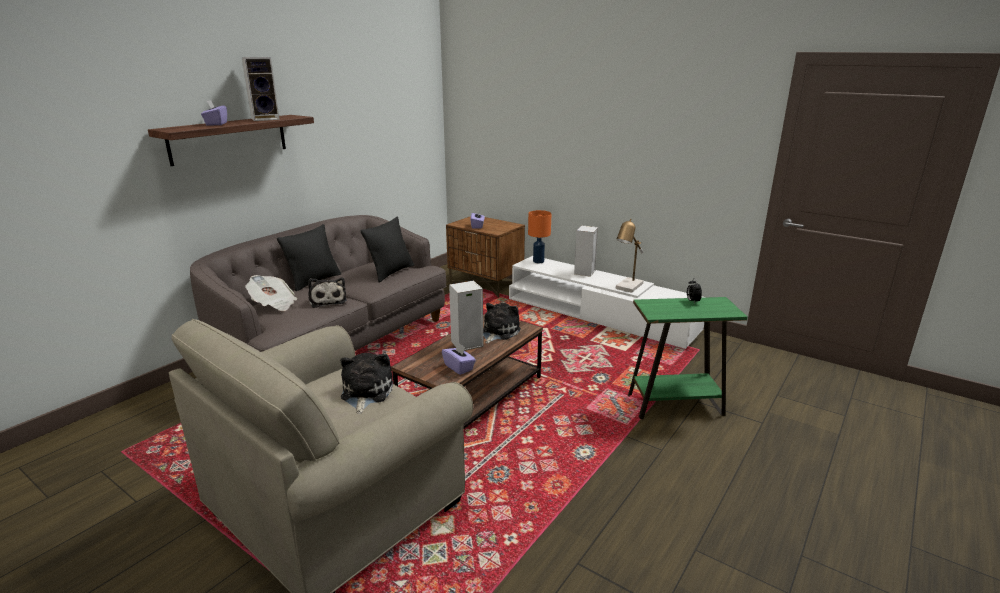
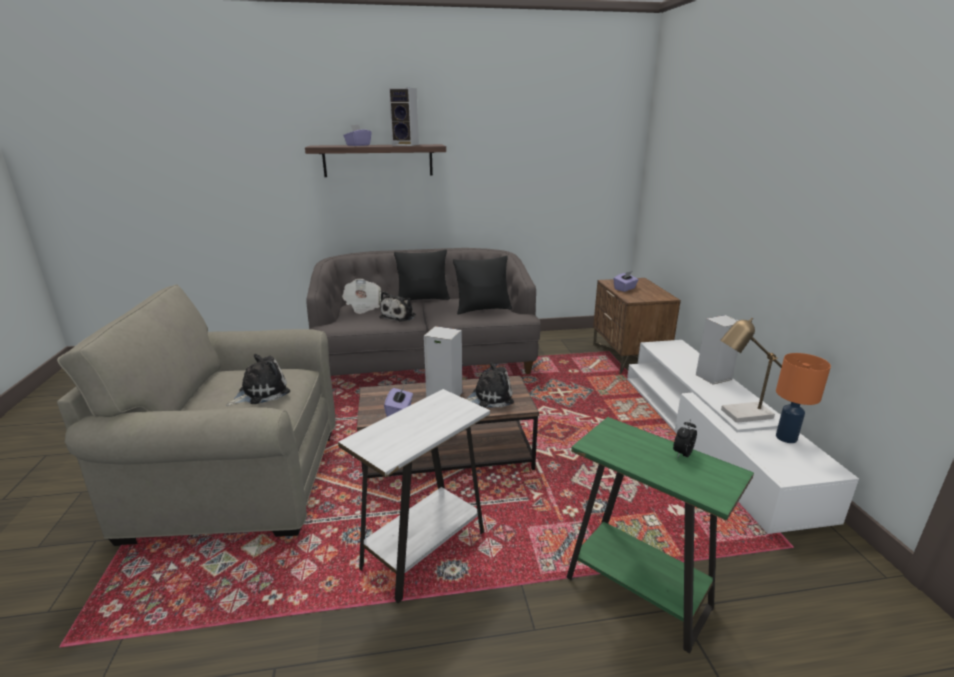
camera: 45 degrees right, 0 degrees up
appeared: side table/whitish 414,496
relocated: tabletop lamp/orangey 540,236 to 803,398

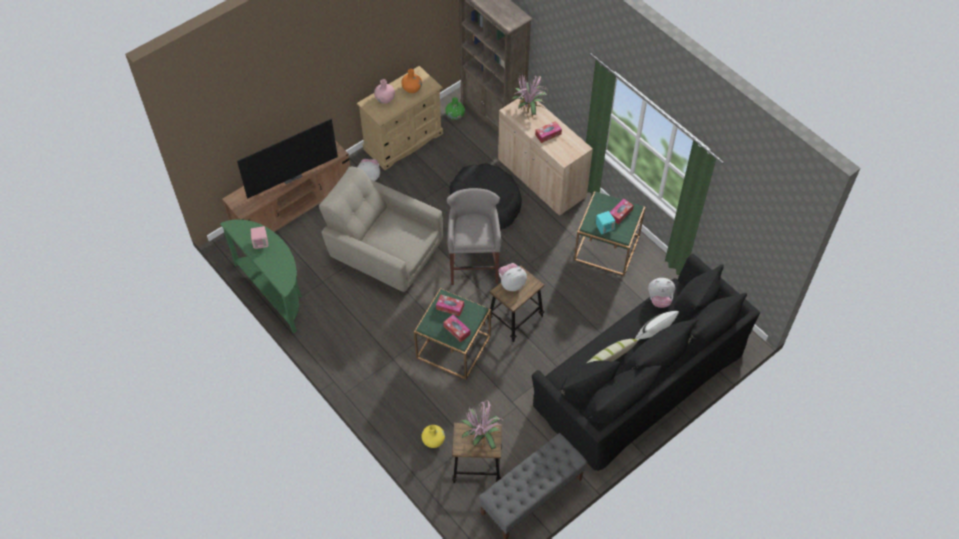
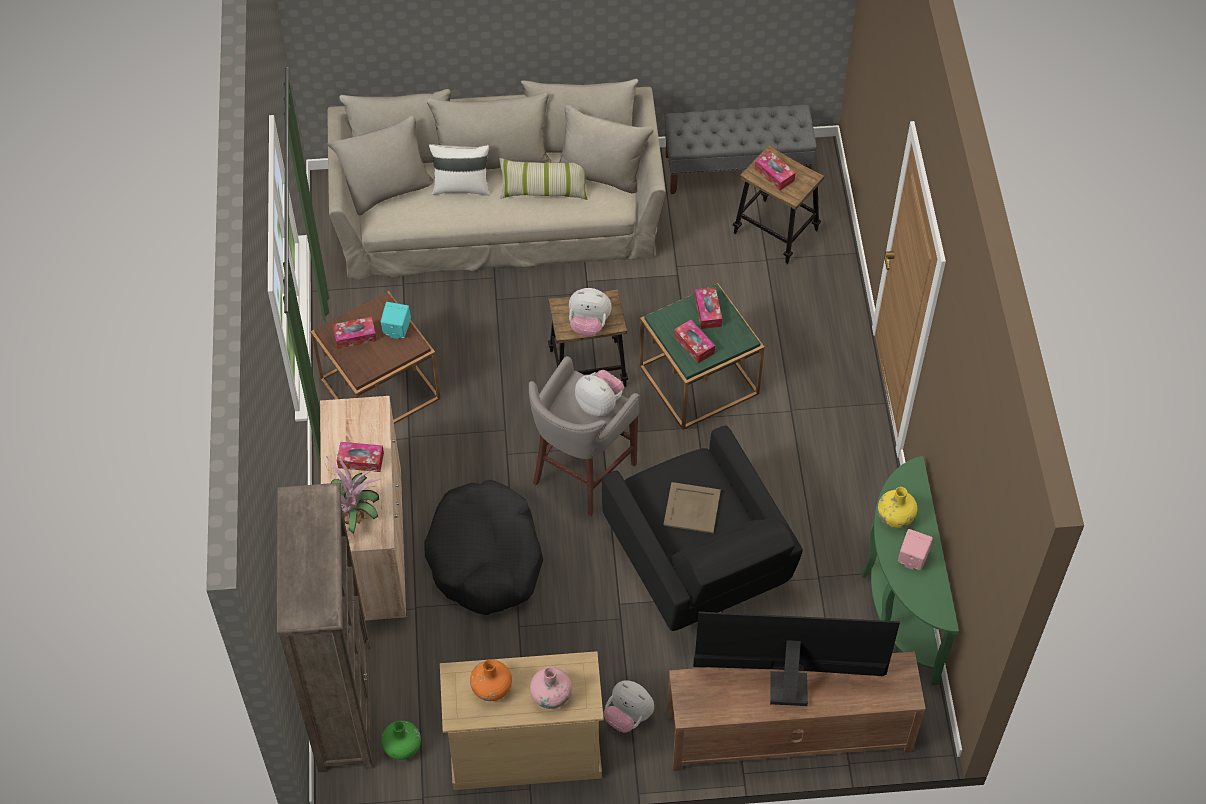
camera: 145 degrees left, 0 degrees up
appeared: serving tray/sand-coloured 692,507
relocated: flower vase/yellow 433,436 to 897,507; plush toy 661,293 to 599,393
exchanged: houseplant 483,426 to box of tissues 774,171
colour: armchair/sand-coloured 381,229 to armchair/black 702,528; couch/black 646,362 to couch/sand-coloured 496,179; side table/greenish 609,233 to side table/brownish 375,357

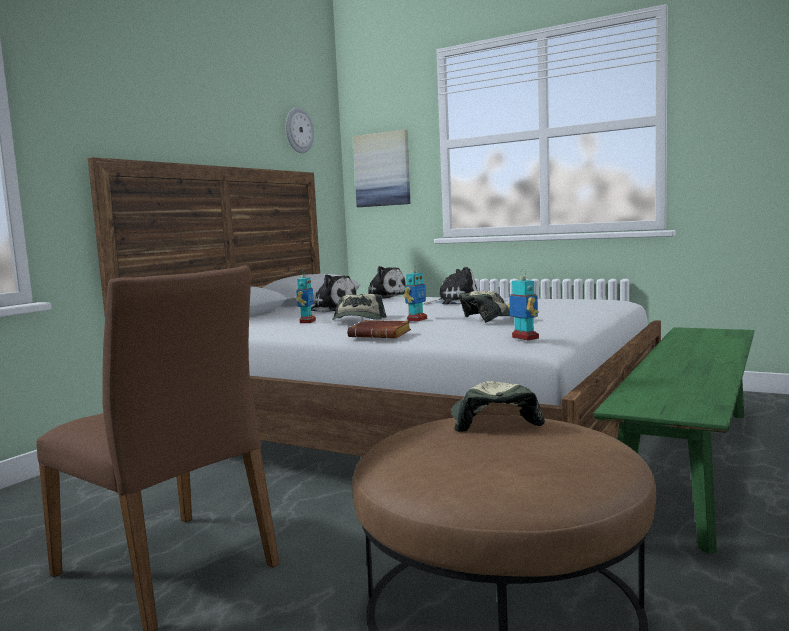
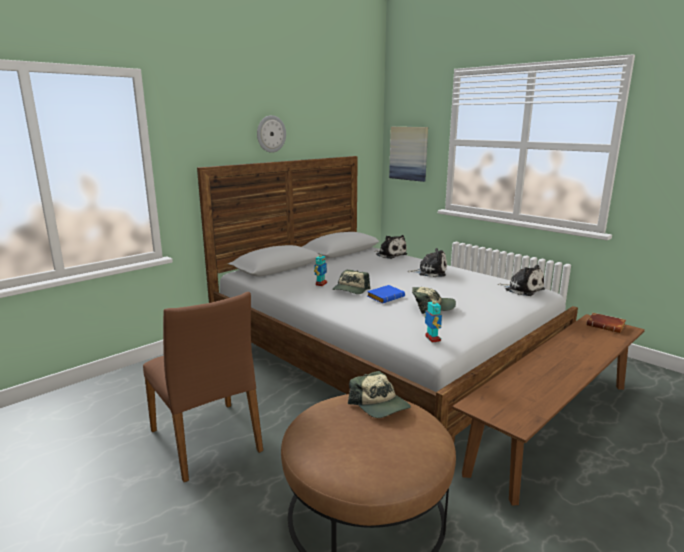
camera: 15 degrees right, 10 degrees up
relocated: hanging clock 300,130 to 271,134; plush toy 334,293 to 521,280; book/brownish 379,329 to 606,323
exchanged: robot figure 415,293 to book/blue-coloured 386,294
colour: indoor bench/greenish 674,440 to indoor bench/brownish 548,410
spun: baseball cap 498,406 = 379,394 135 degrees clockwise

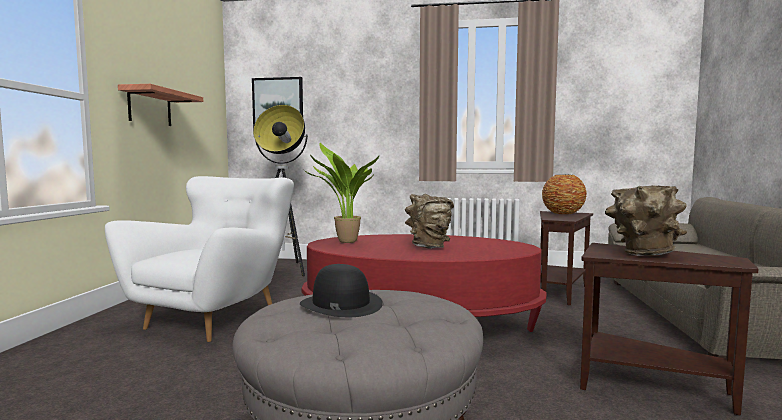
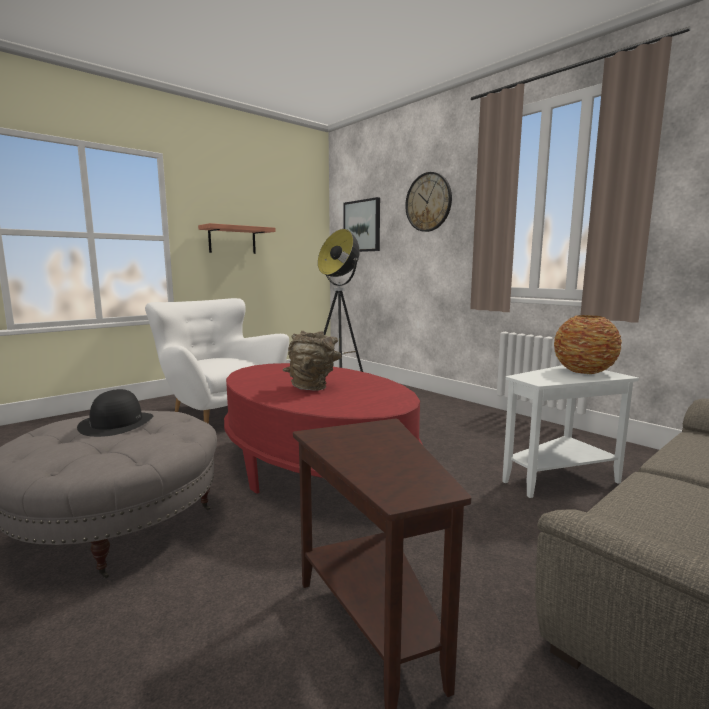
camera: 40 degrees right, 5 degrees up
missing: houseplant 341,193; flower vase/brownish 646,220
appeared: hanging clock 428,202
colour: side table/brownish 566,258 to side table/whitish 570,431
spun: armchair/whitish 199,259 = 217,361 105 degrees counterclockwise

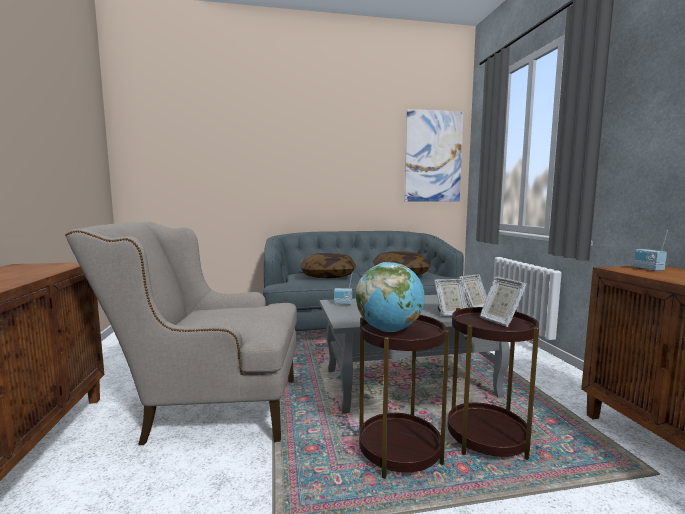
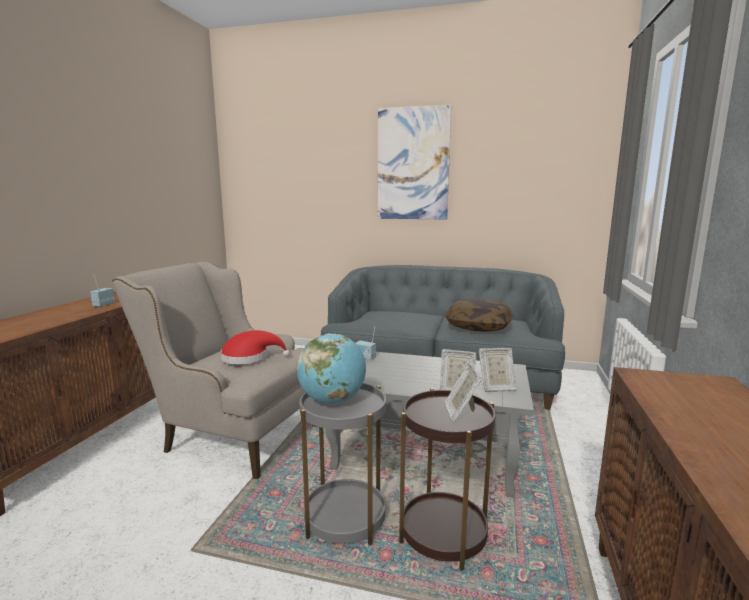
camera: 25 degrees right, 5 degrees up
missing: cushion 328,265
appeared: clothing hat/reddish 255,347
relocated: wall art 434,155 to 414,162; radio receiver 651,250 to 102,290
colour: side table/brownish 404,397 to side table/grey 342,464

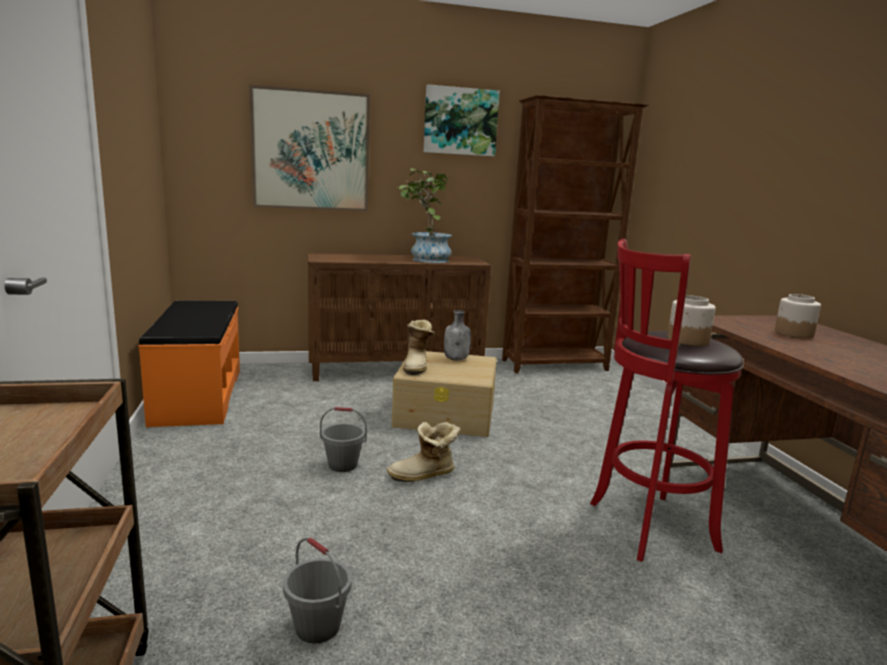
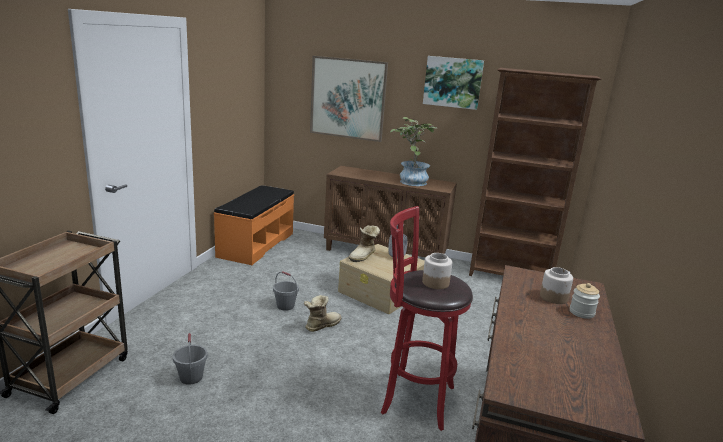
camera: 30 degrees right, 5 degrees up
appeared: preserve jar 585,301
spun: tall boot 423,452 = 323,313 120 degrees clockwise

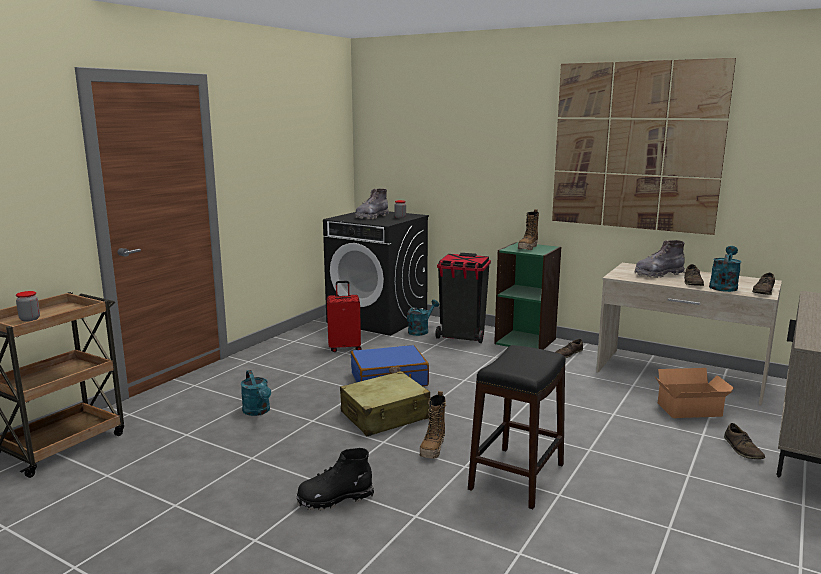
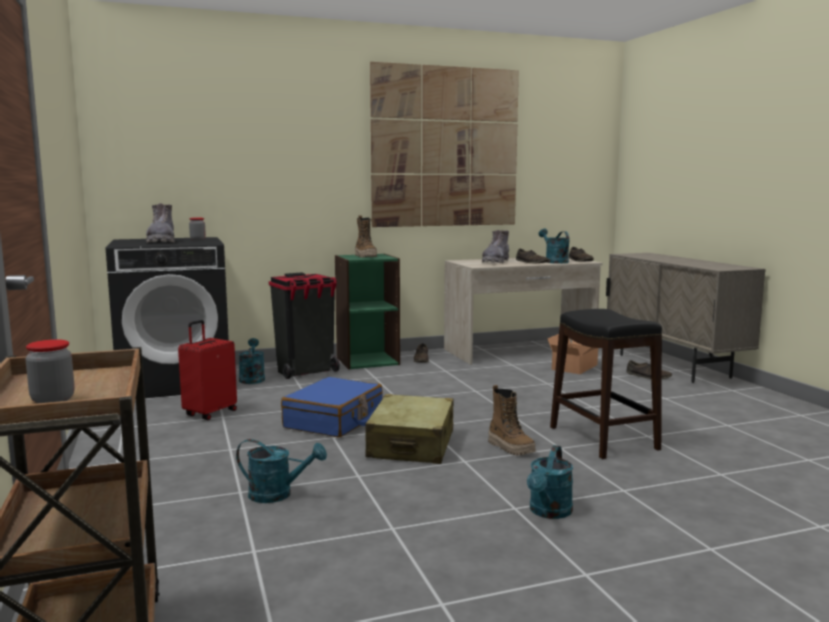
camera: 50 degrees left, 5 degrees down
exchanged: tall boot/black 335,479 to watering pot/turquoise 550,482

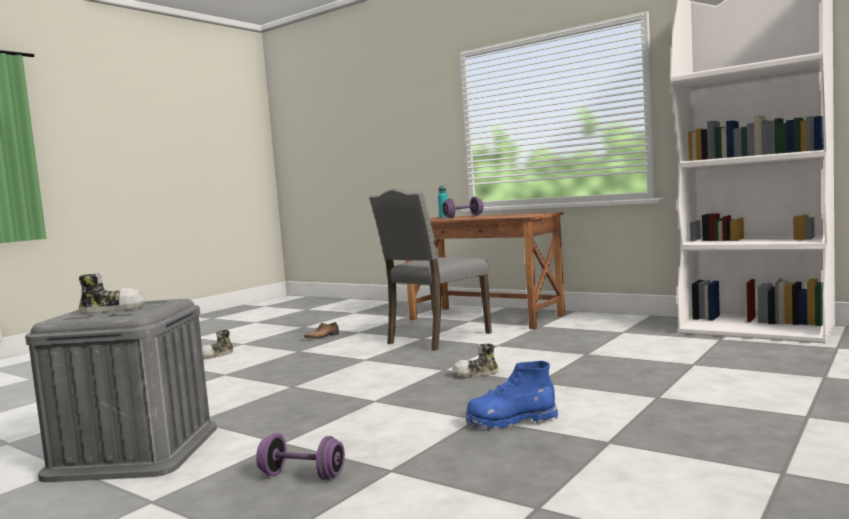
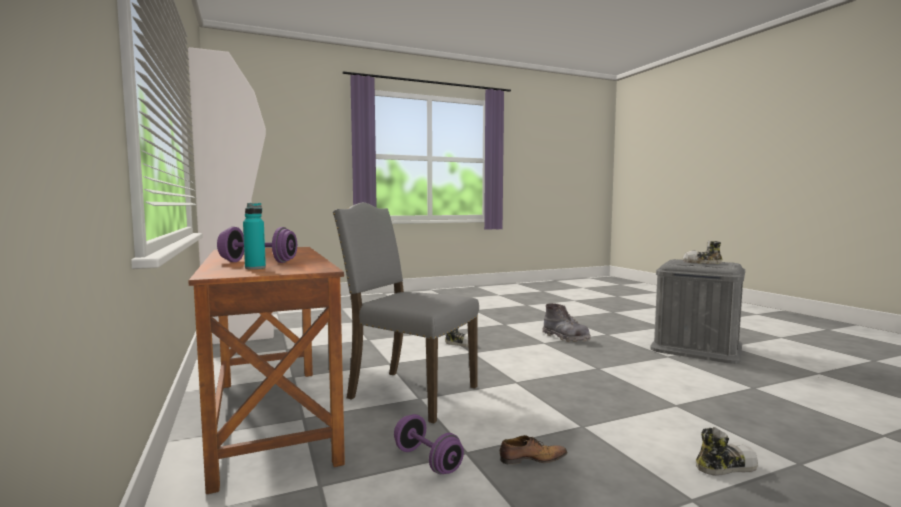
camera: 150 degrees left, 0 degrees up
missing: tall boot/blue-coloured 512,395
appeared: tall boot/grey 566,322
relocated: hand weight/purplish 300,456 to 429,444
spun: chair/grey 430,268 = 406,312 135 degrees counterclockwise

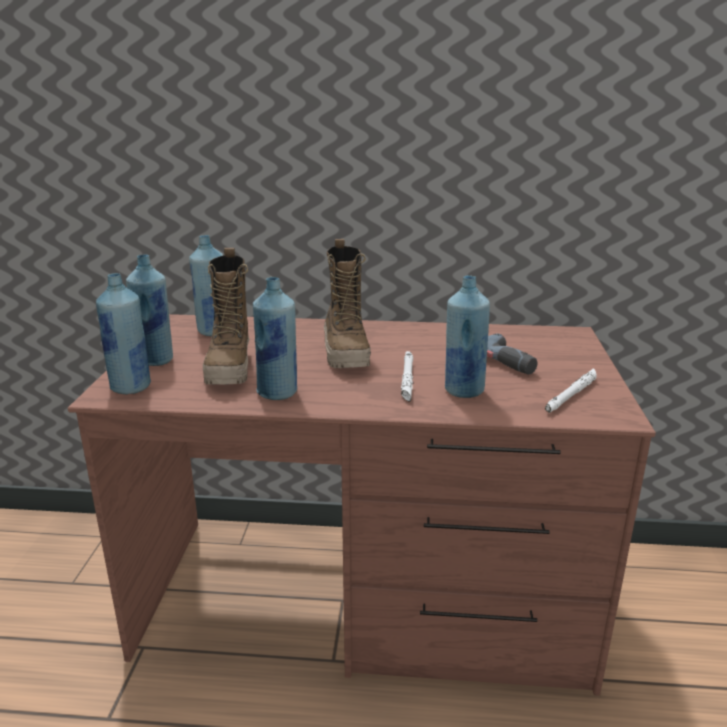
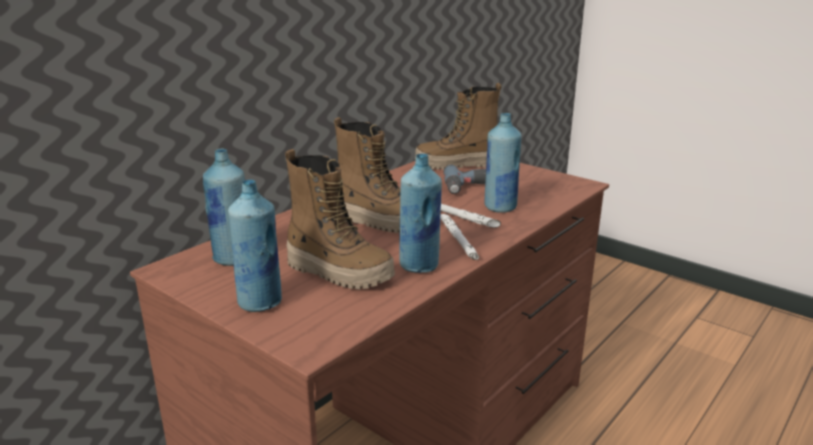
camera: 55 degrees left, 0 degrees up
missing: bottle/blue-coloured 123,333
appeared: tall boot 458,126
relocated: hand torch/whitish 571,390 to 459,237

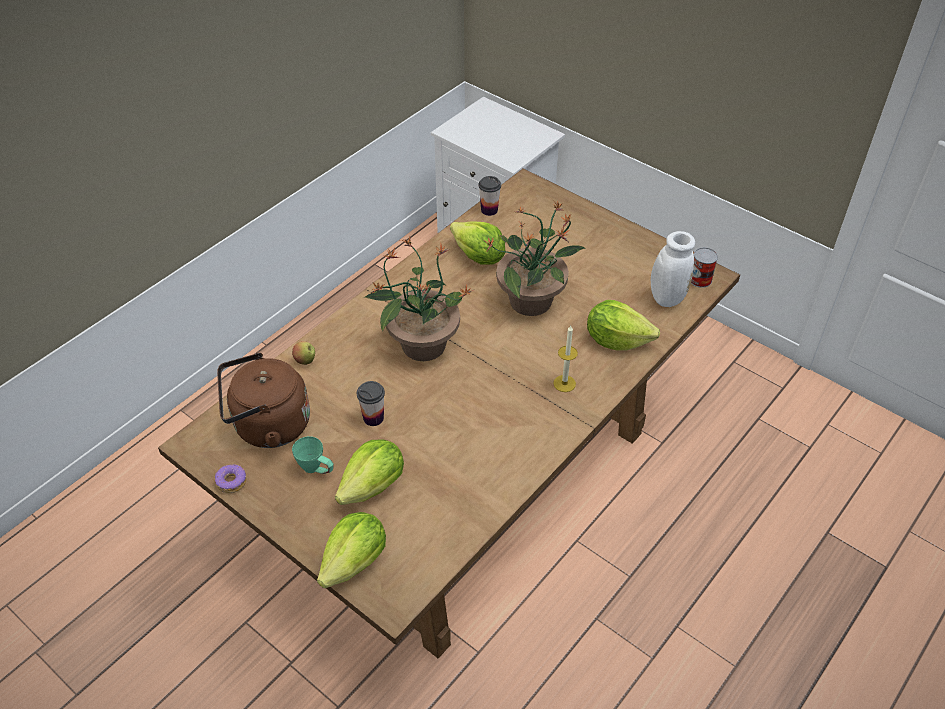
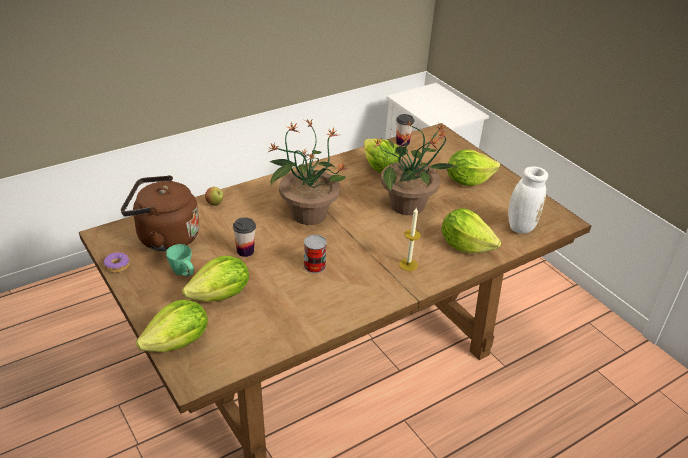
camera: 15 degrees right, 10 degrees down
appeared: lettuce 473,168
relocated: sealed can 704,267 to 315,254

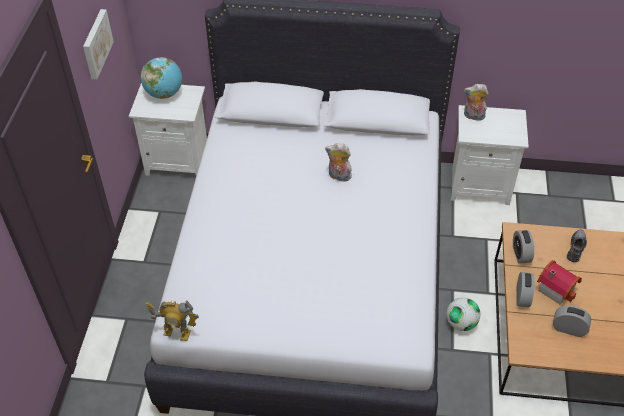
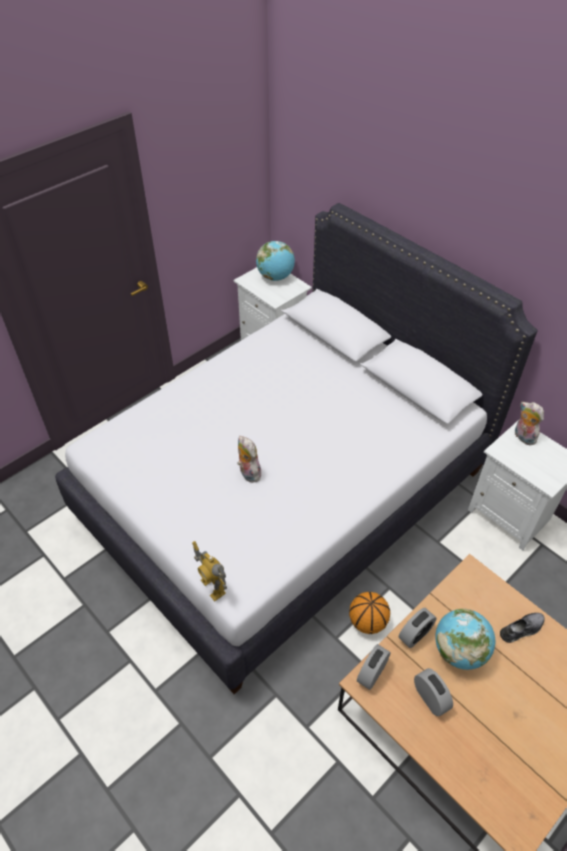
camera: 40 degrees right, 0 degrees up
missing: wall art 98,44
relocated: robot figure 172,321 to 209,571; plush toy 338,162 to 249,459; bedside clock 523,246 to 374,667
exchanged: football 463,314 to ball for basketball 369,613; model house 559,282 to desk globe 465,639

